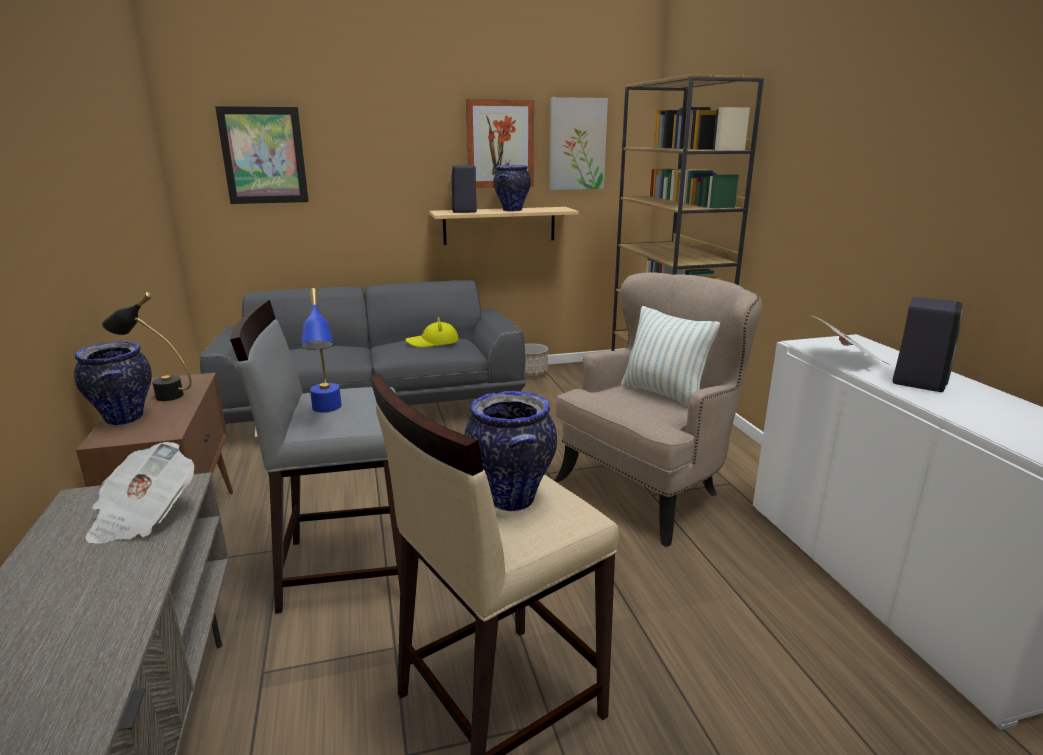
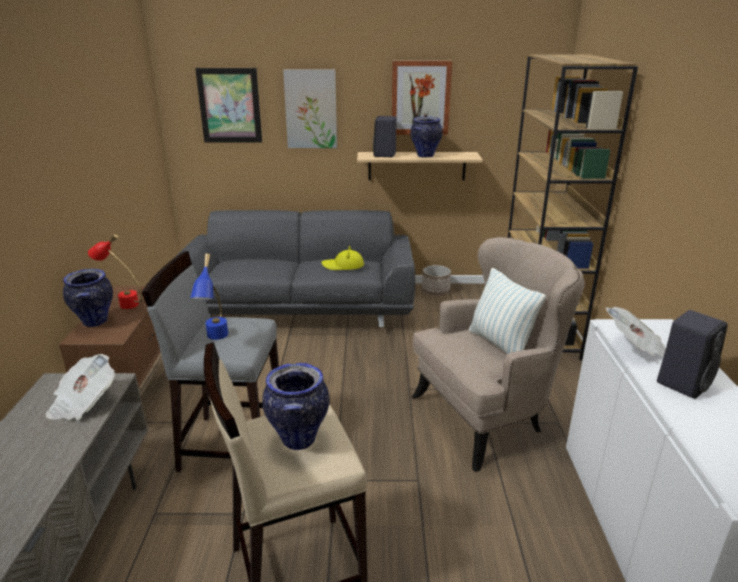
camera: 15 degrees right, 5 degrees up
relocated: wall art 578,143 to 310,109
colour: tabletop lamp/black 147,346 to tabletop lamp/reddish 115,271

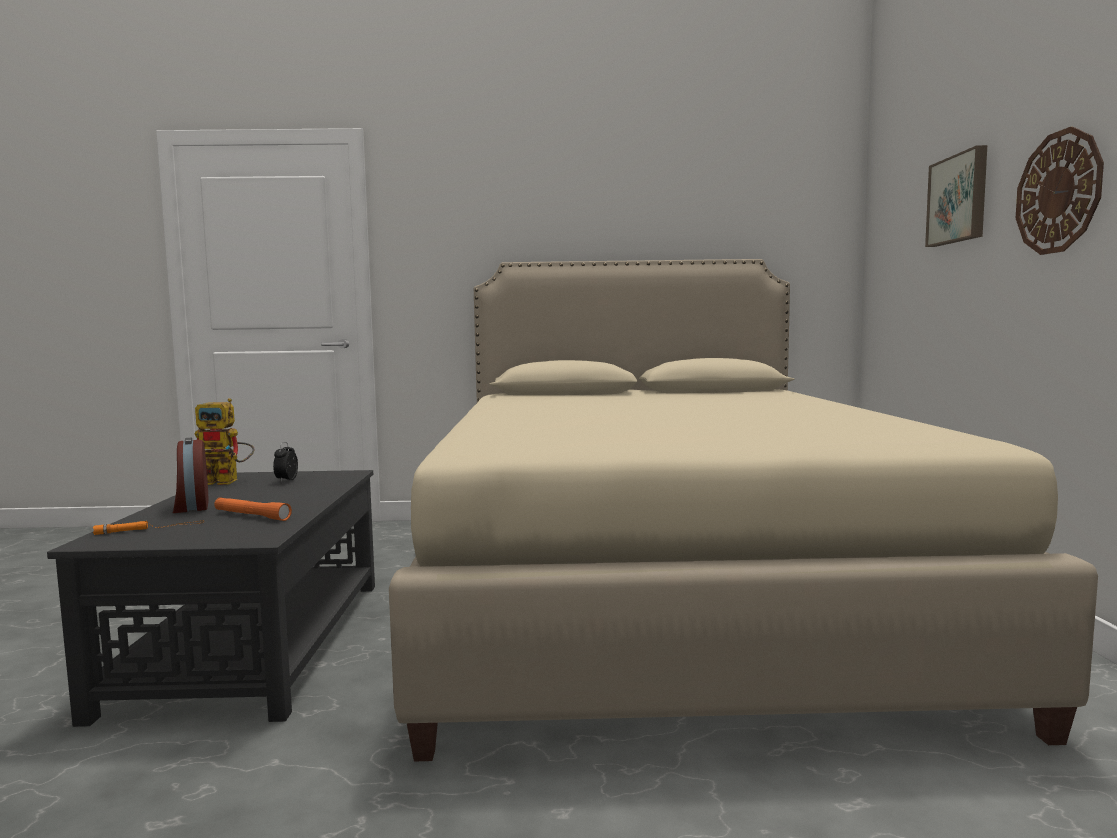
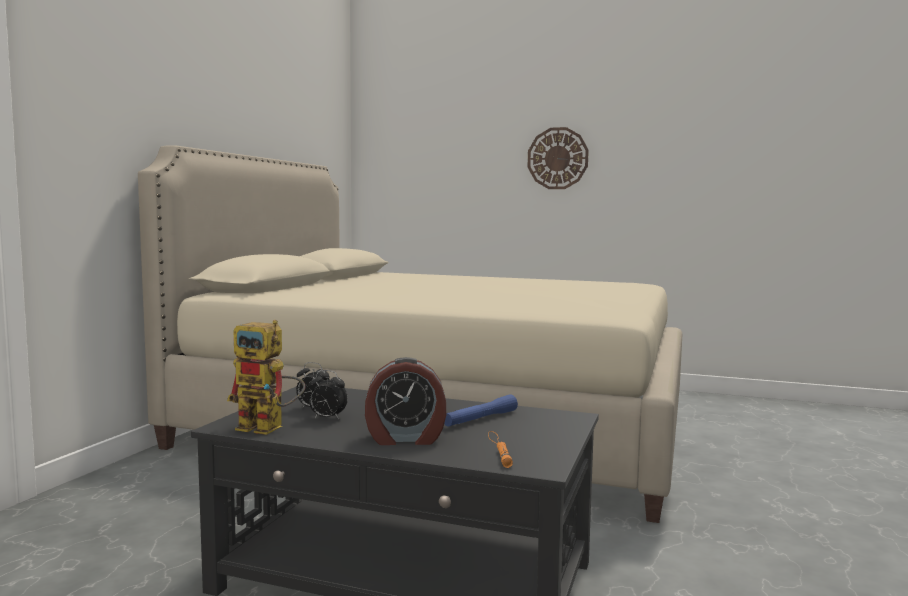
camera: 70 degrees left, 0 degrees up
missing: wall art 956,196
appeared: bedside clock 328,395
colour: hand torch/orangey 253,509 to hand torch/blue-coloured 481,410
spun: robot figure 225,441 = 266,377 90 degrees clockwise

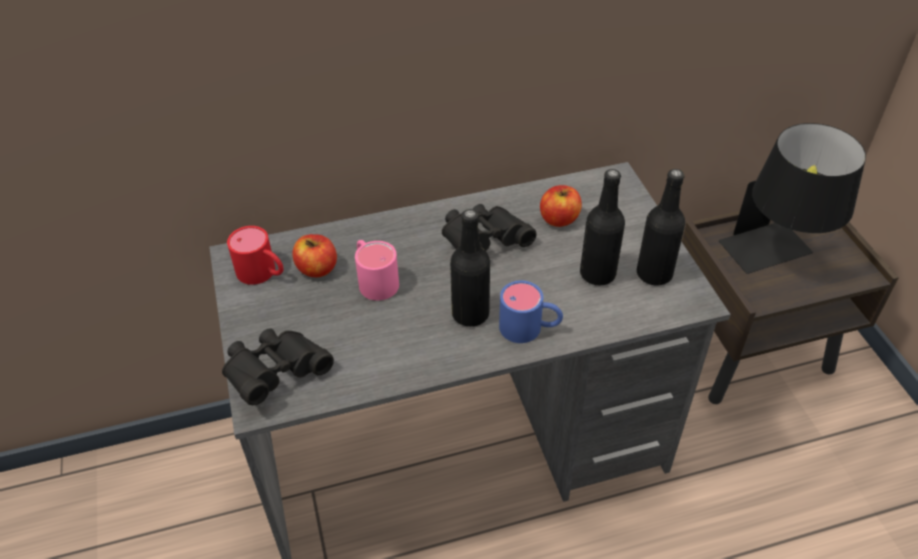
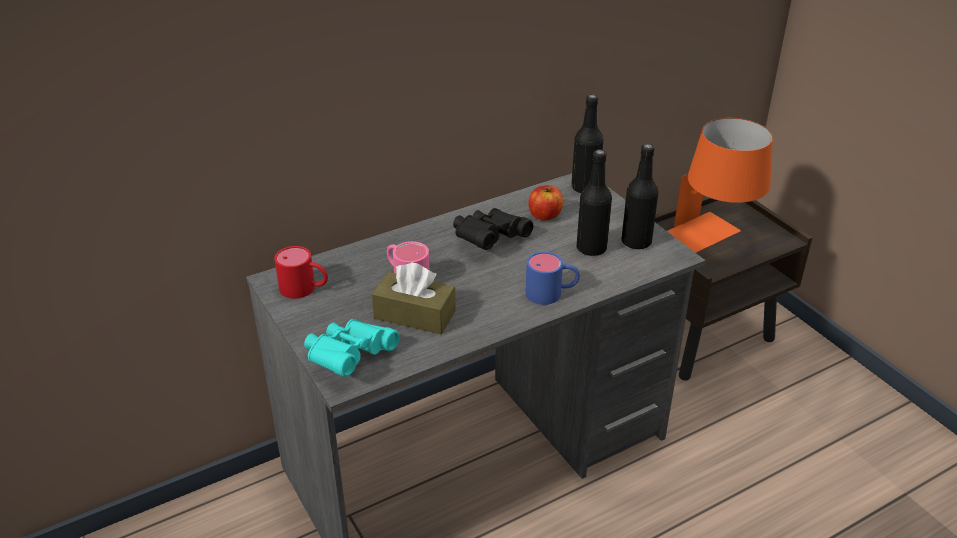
camera: 15 degrees left, 10 degrees down
missing: apple 314,255
appeared: box of tissues/brownish 414,298
relocated: bottle/black 470,268 to 587,143
colour: pair of binoculars/black 278,366 to pair of binoculars/turquoise 351,348; tabletop lamp/black 792,198 to tabletop lamp/orangey 720,185

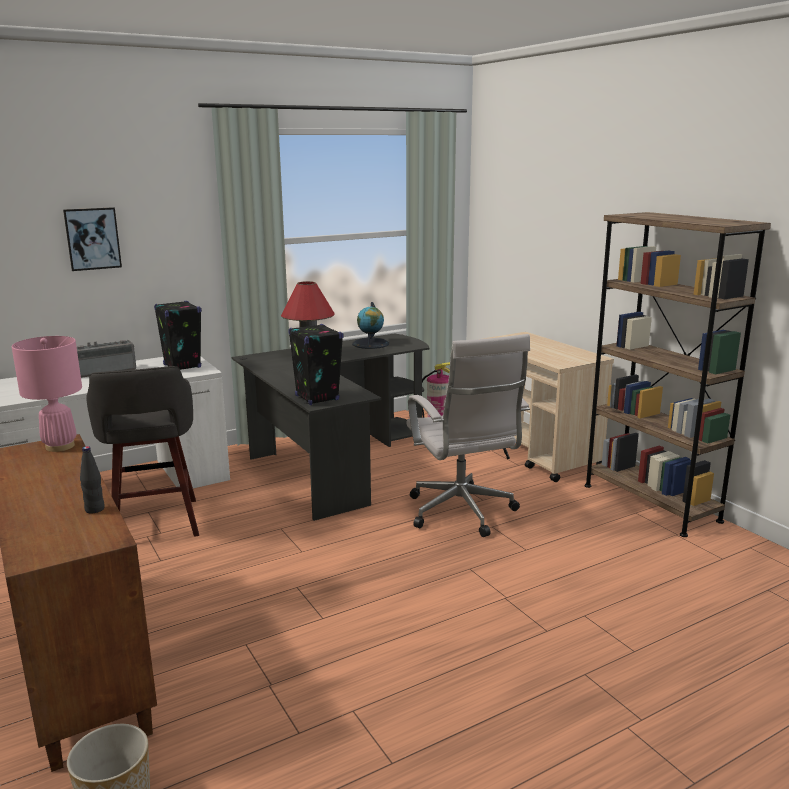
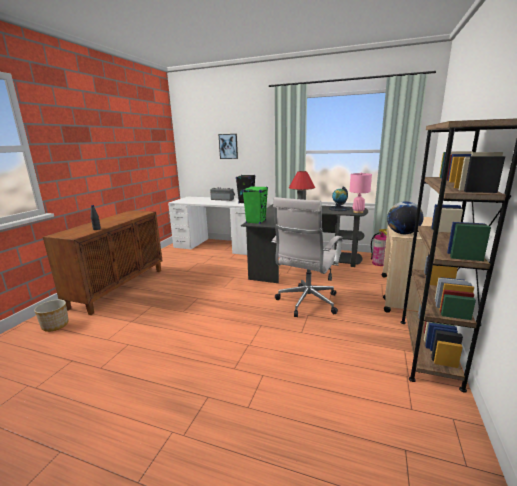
camera: 50 degrees right, 0 degrees up
missing: stool/grey 142,451
appeared: desk globe 405,217
relocated: tabletop lamp/pinkish 47,394 to 361,192
colour: speaker/black 315,364 to speaker/greenish 255,205

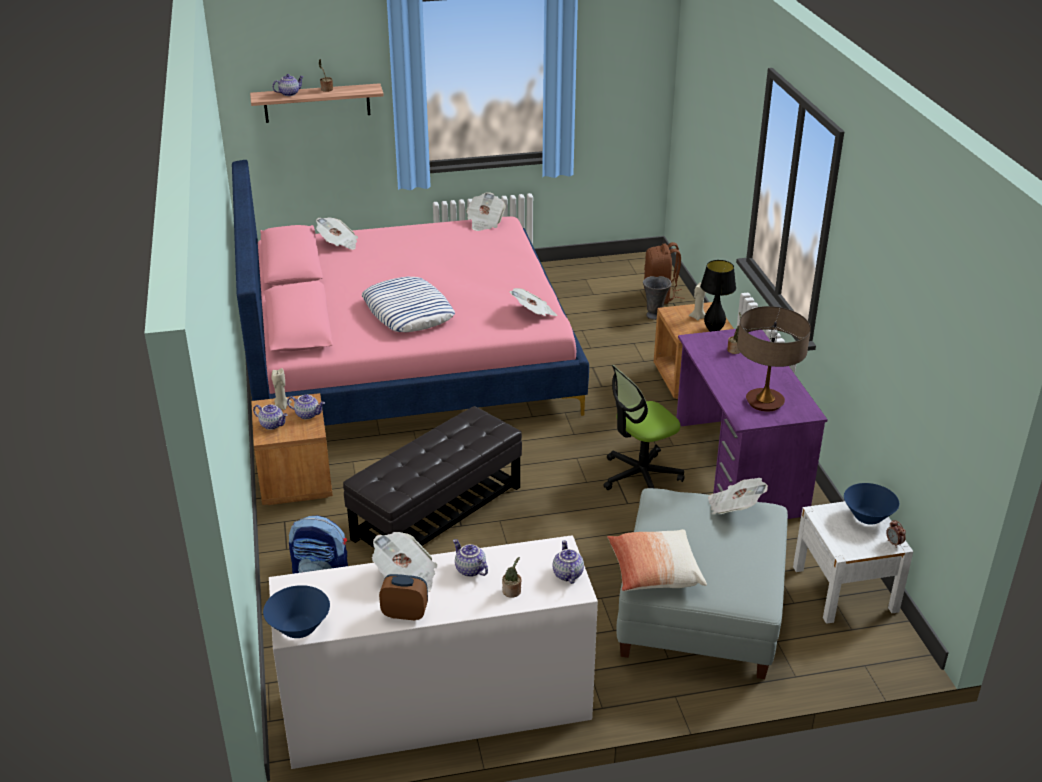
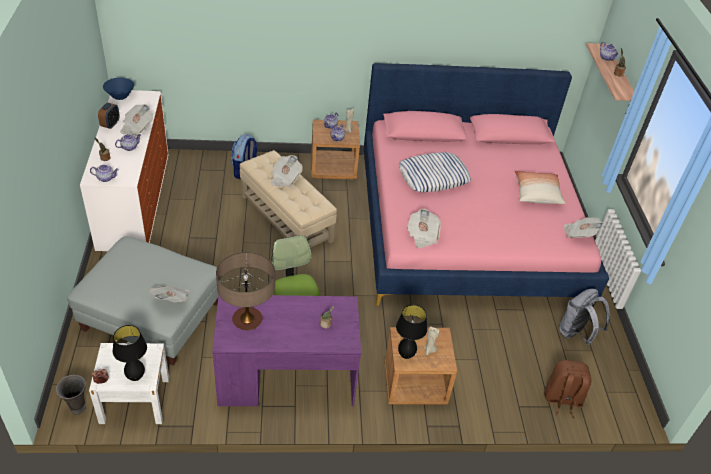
camera: 95 degrees right, 10 degrees up
appeared: knapsack/grey 584,317
relocated: daily paper 337,234 to 287,171; cushion 657,560 to 540,187; flower vase/grey 657,298 to 71,395
exchanged: serving bowl/blue-coloured 871,504 to tabletop lamp/black 130,353
colour: pouffe/black 432,477 to pouffe/sand-coloured 288,199

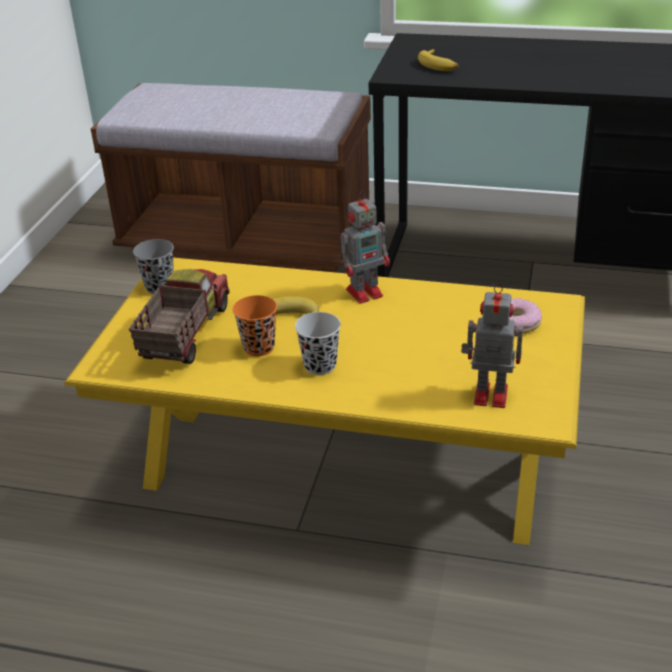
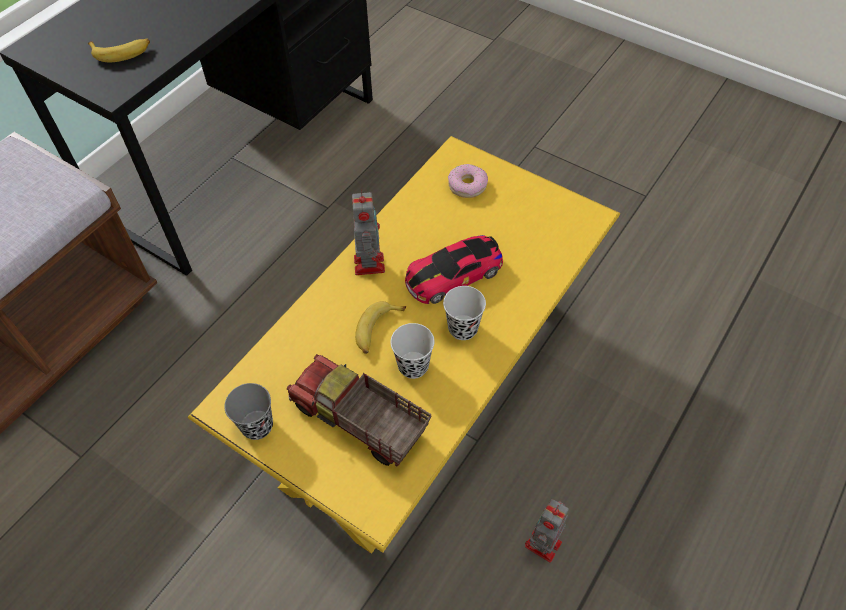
camera: 70 degrees left, 20 degrees up
appeared: toy car 454,269
relocated: robot figure 492,345 to 547,531
colour: small cup/orangey 255,325 to small cup/black 412,351

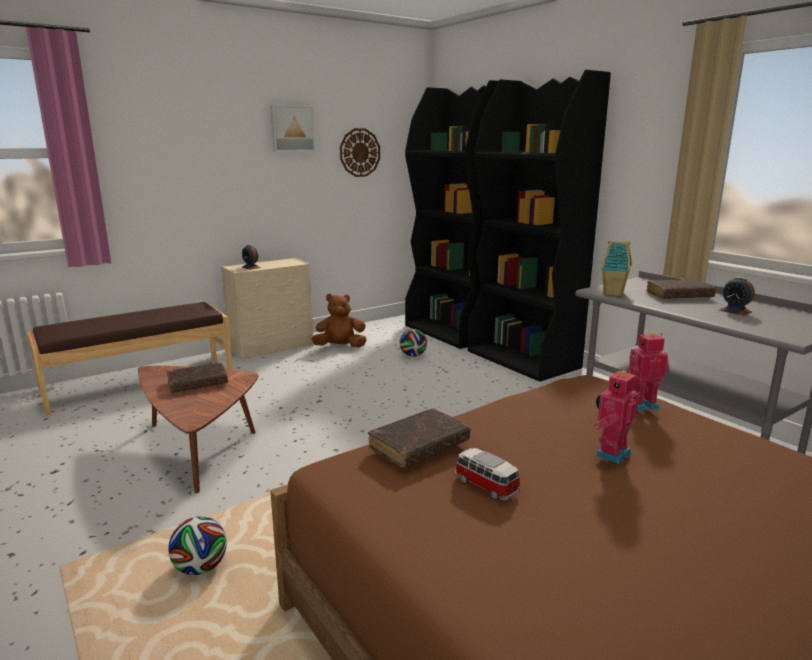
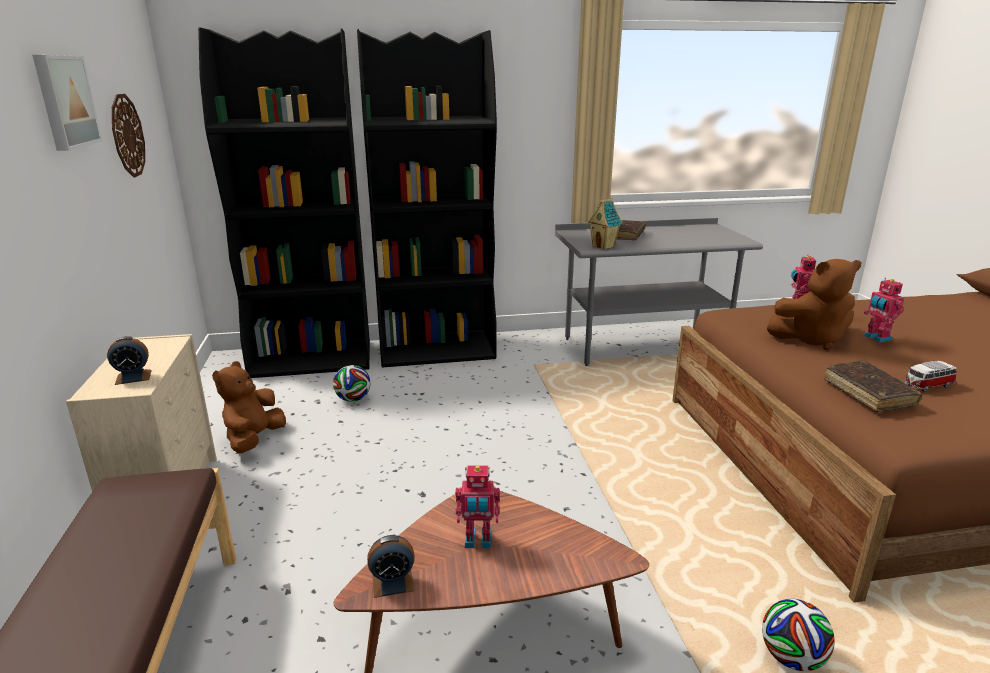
camera: 65 degrees left, 5 degrees up
appeared: plush toy/brownish 814,304
relocated: bedside clock 737,296 to 391,566
exchanged: book/brownish 197,377 to robot figure 477,507

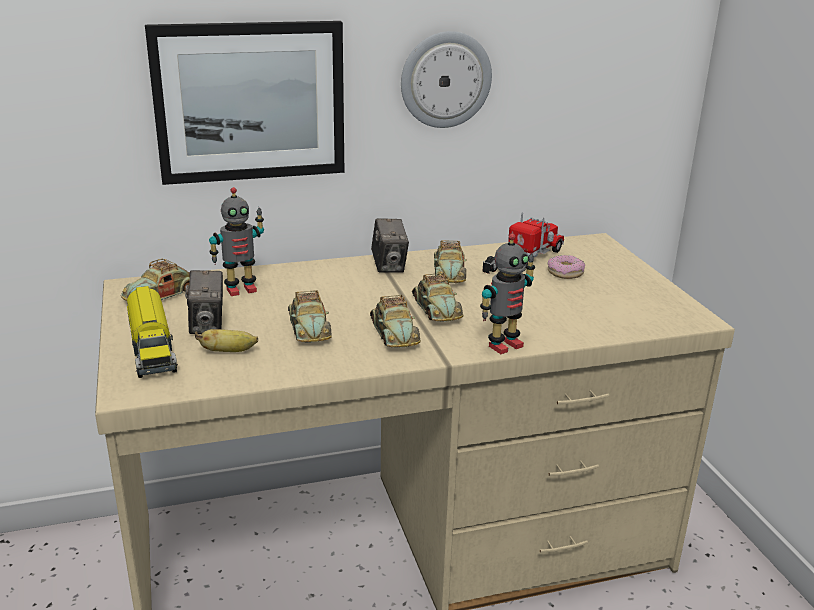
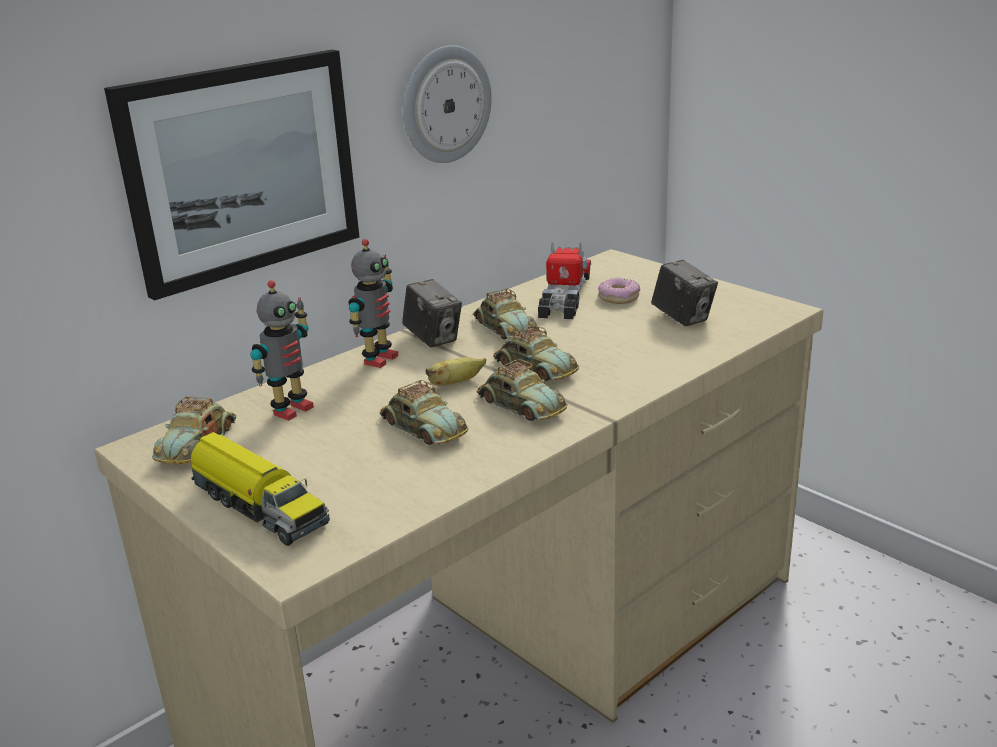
camera: 25 degrees left, 0 degrees up
relocated: photo camera 204,302 to 684,293; banana fruit 226,340 to 456,371; robot figure 507,293 to 373,303

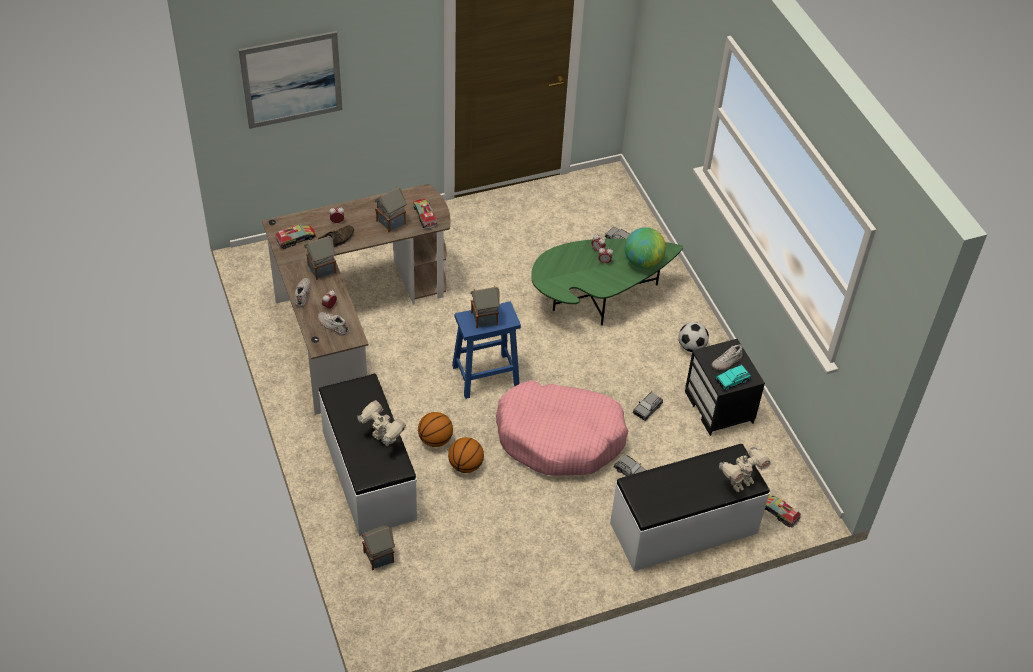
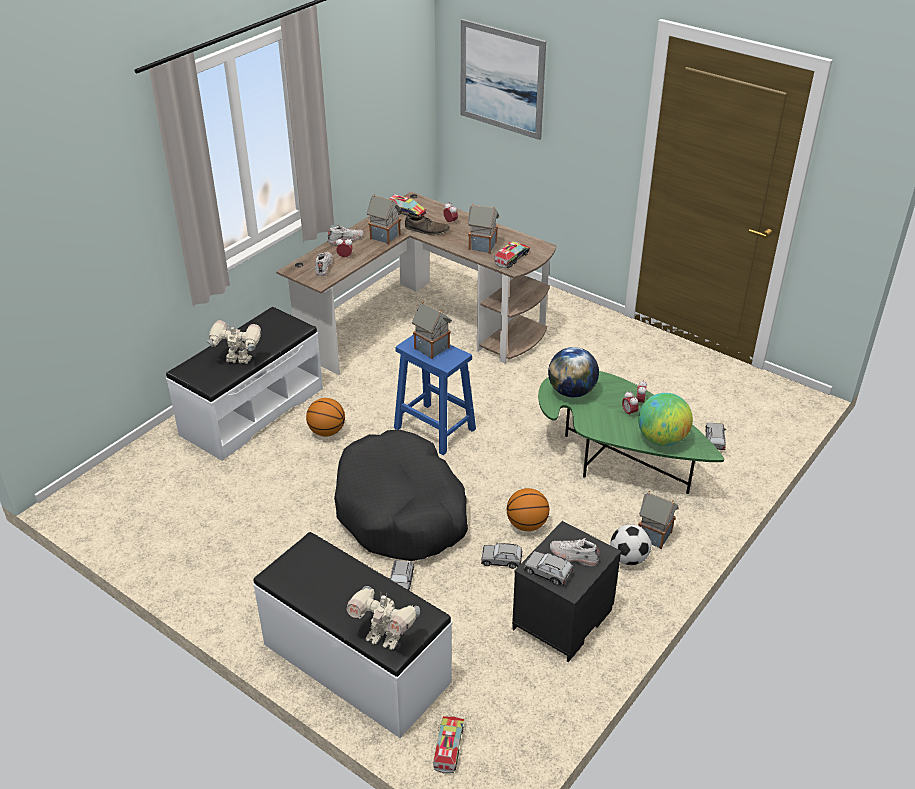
camera: 60 degrees right, 10 degrees down
appeared: desk globe 573,372
relocated: model house 378,547 to 658,520; ball for basketball 466,455 to 528,509
colour: pet bed/pinkish 562,428 to pet bed/black 401,495; toy car/turquoise 733,378 to toy car/grey 548,568
spun: robot figure 381,423 = 234,342 90 degrees counterclockwise

